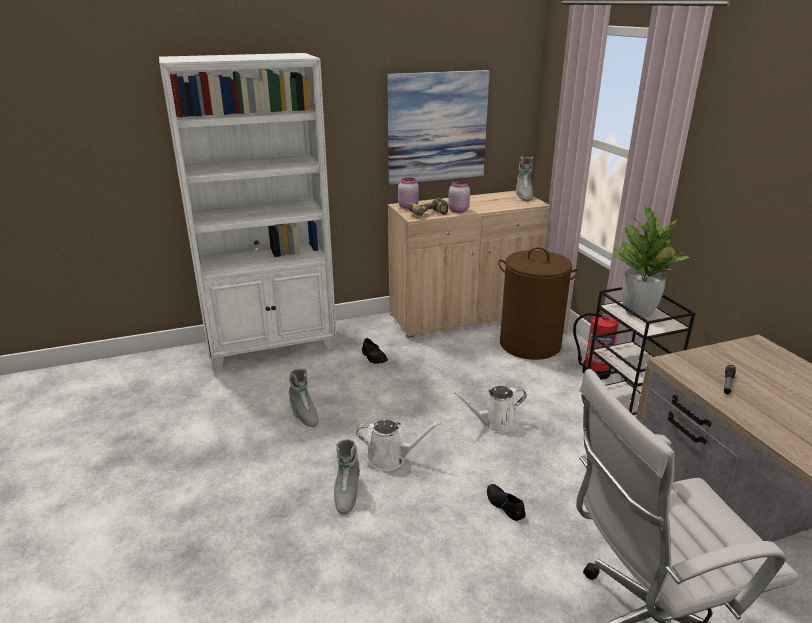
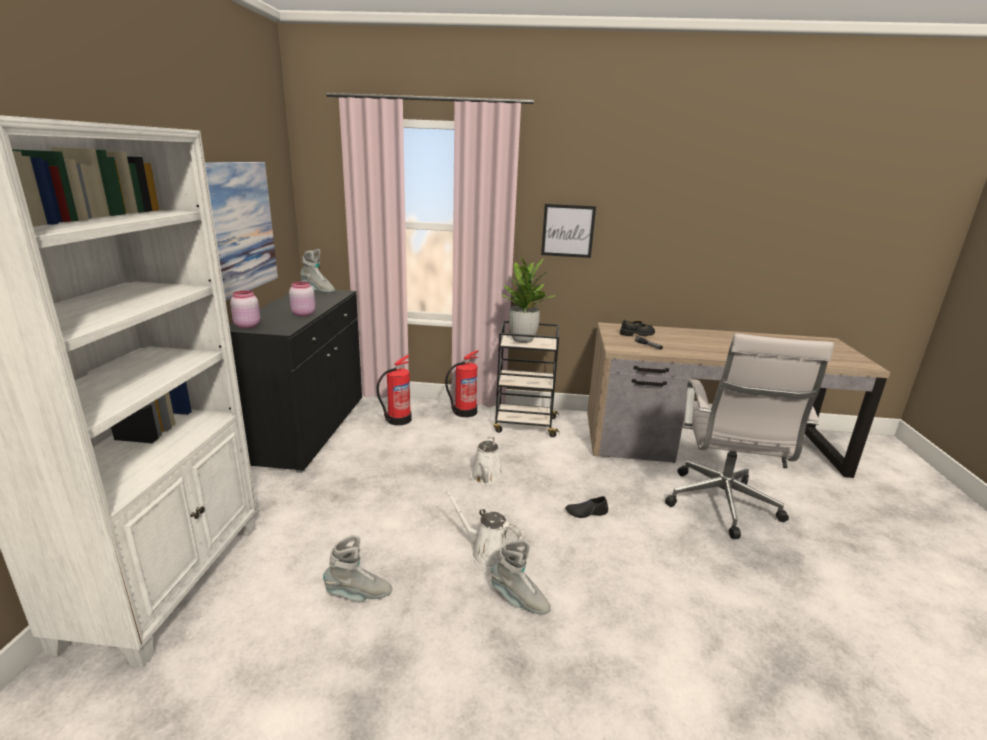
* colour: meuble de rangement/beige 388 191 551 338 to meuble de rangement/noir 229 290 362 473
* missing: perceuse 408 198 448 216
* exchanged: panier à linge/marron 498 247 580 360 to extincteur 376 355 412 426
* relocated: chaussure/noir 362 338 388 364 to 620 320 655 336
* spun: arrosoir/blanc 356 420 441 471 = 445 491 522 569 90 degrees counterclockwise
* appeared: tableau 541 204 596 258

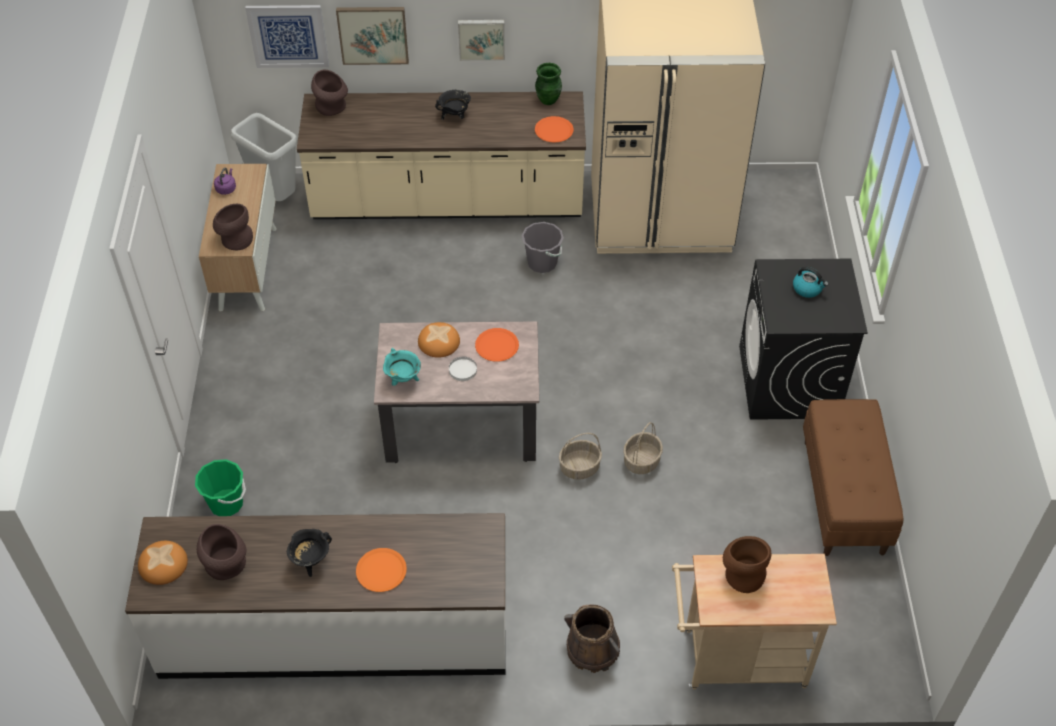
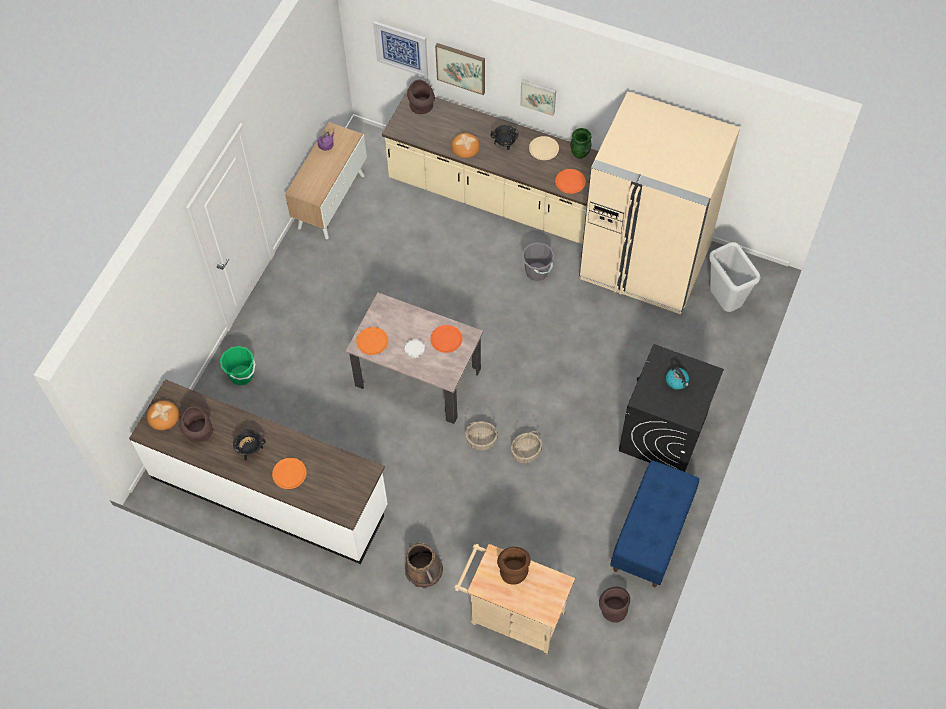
* relocated: poubelle/gris 230 113 298 201 to 709 242 761 312
* relocated: vase/marron 213 204 253 250 to 599 587 630 623
* relocated: pain 418 322 460 358 to 451 133 480 158
* exchanged: marmite/turquoise 383 348 421 386 to assiette/orange 356 327 388 355
* colour: banc/marron 803 399 904 556 to banc/bleu 610 460 699 587
* appeared: assiette/beige 529 136 559 160

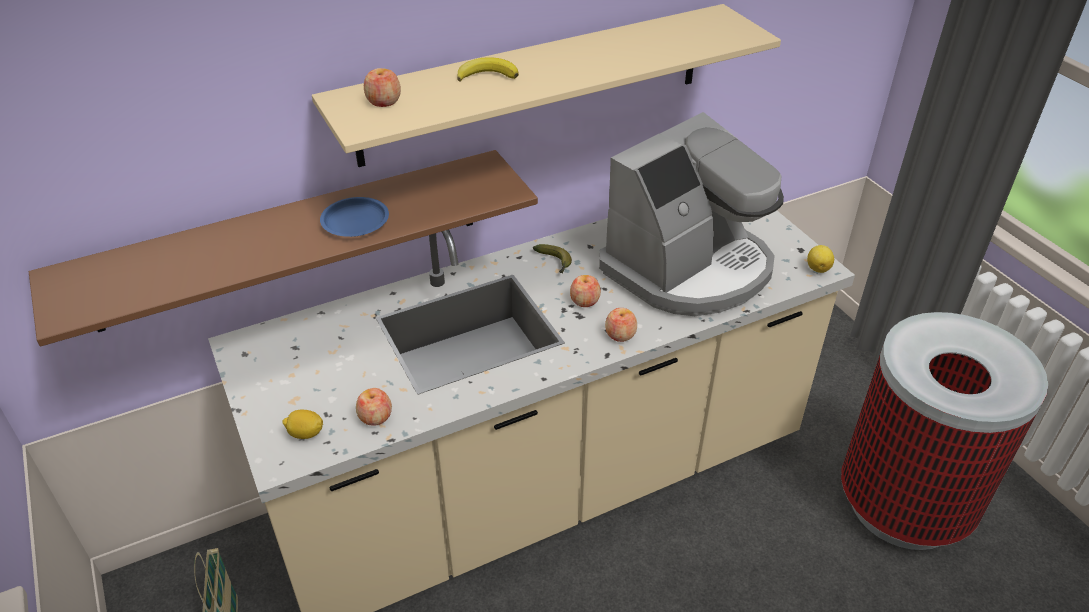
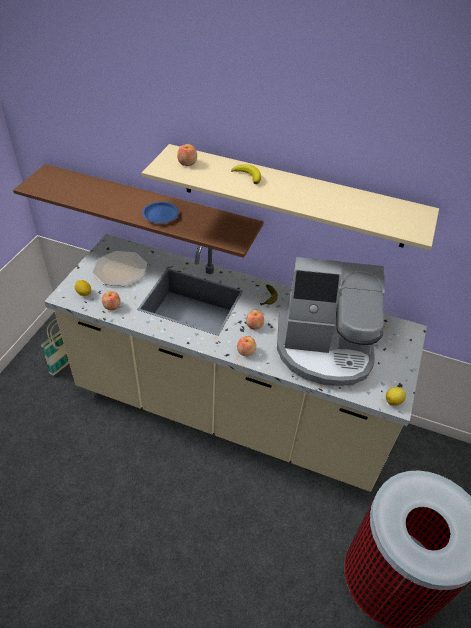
* appeared: assiette 93 251 147 286

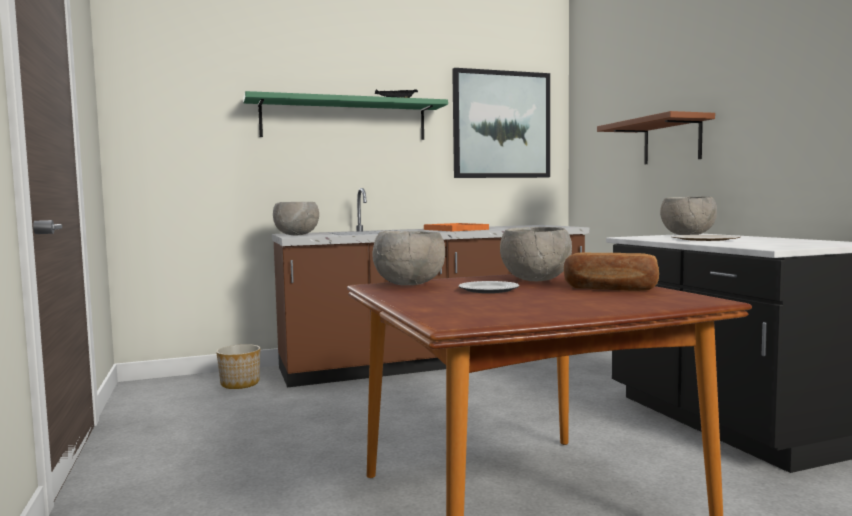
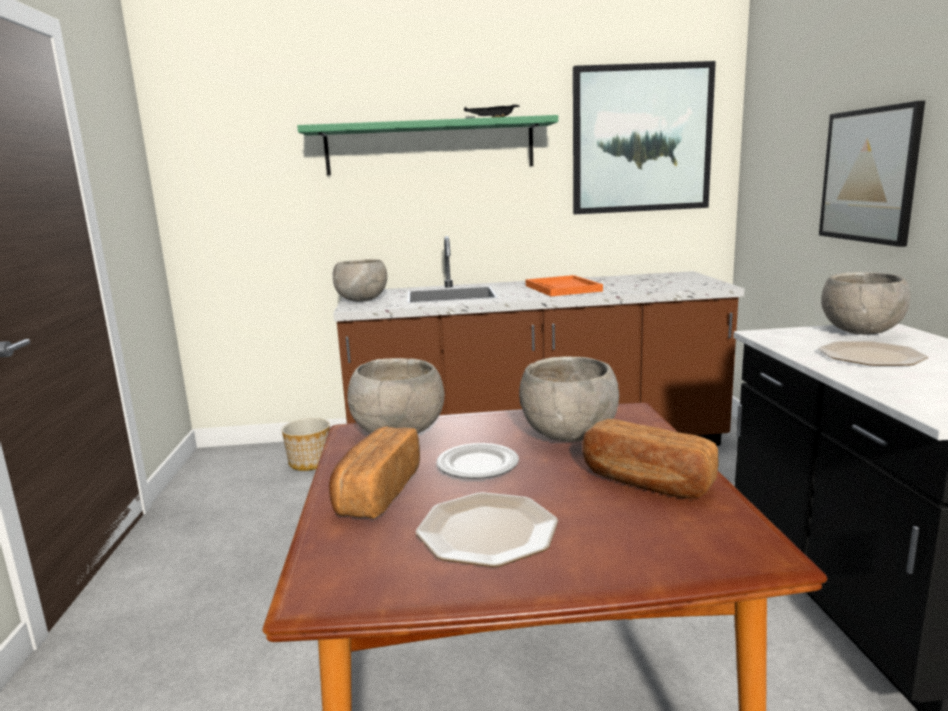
* exchanged: étagère/marron 597 111 715 164 to tableau 819 101 925 247
* appeared: pain 329 426 420 519
* appeared: assiette 416 492 558 567

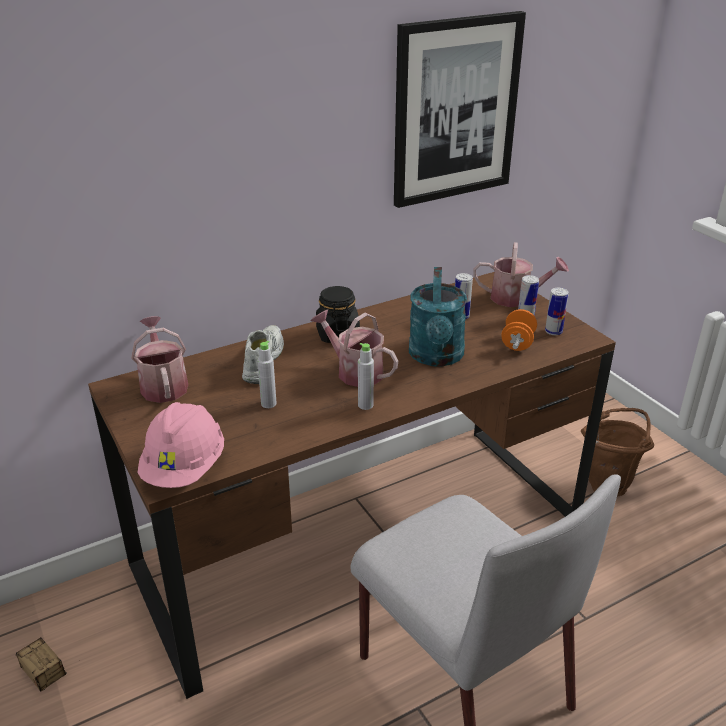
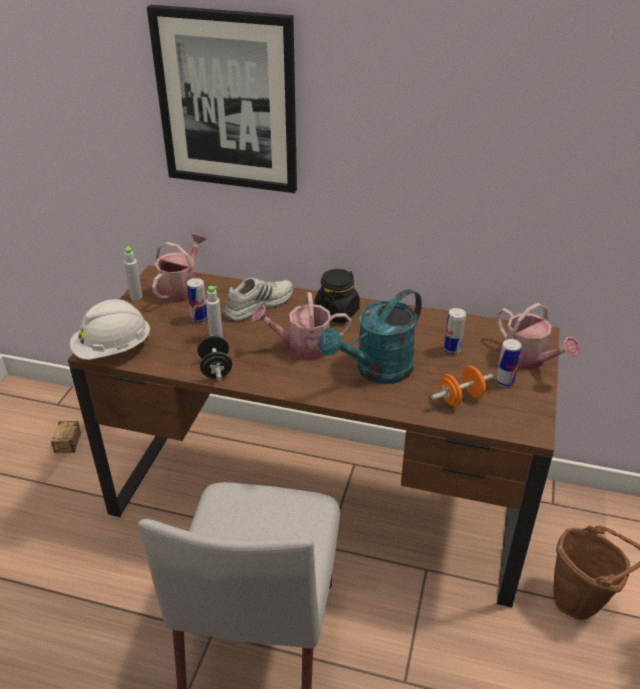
* relocated: tableau 394 11 526 208 to 147 5 297 193
* relocated: boîte métallique 545 288 569 335 to 187 278 208 323
* spun: arrosoir 311 310 398 387 = 251 292 352 360 90 degrees counterclockwise
* relocated: bouteille/gris 358 343 374 410 to 124 246 143 300
* colour: casque de chantier/rose 138 402 224 488 to casque de chantier/blanc 70 299 151 360
* appeared: haltère/noir 197 335 232 380

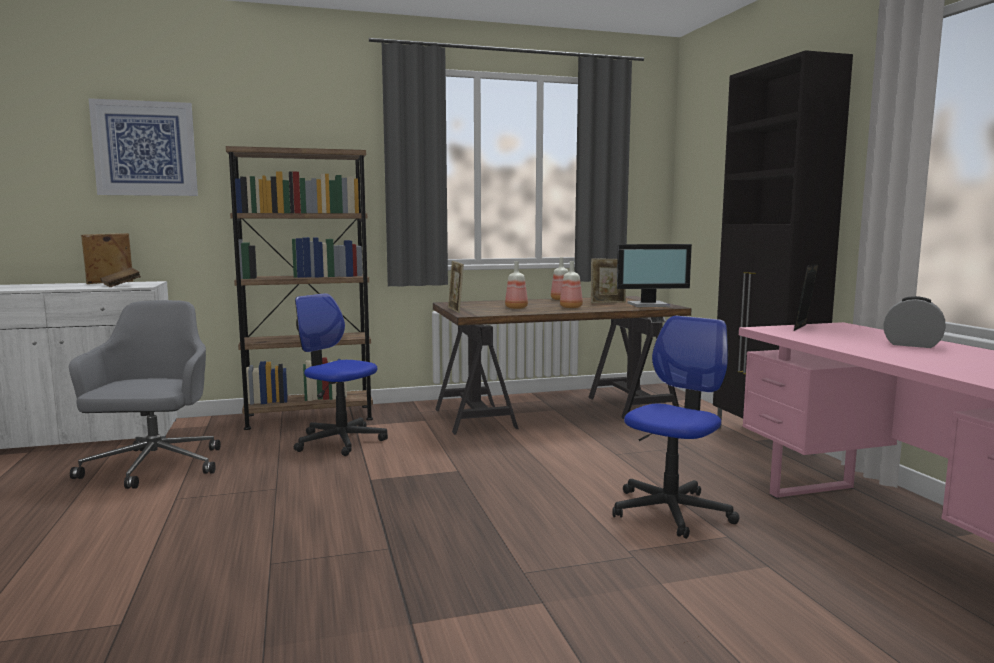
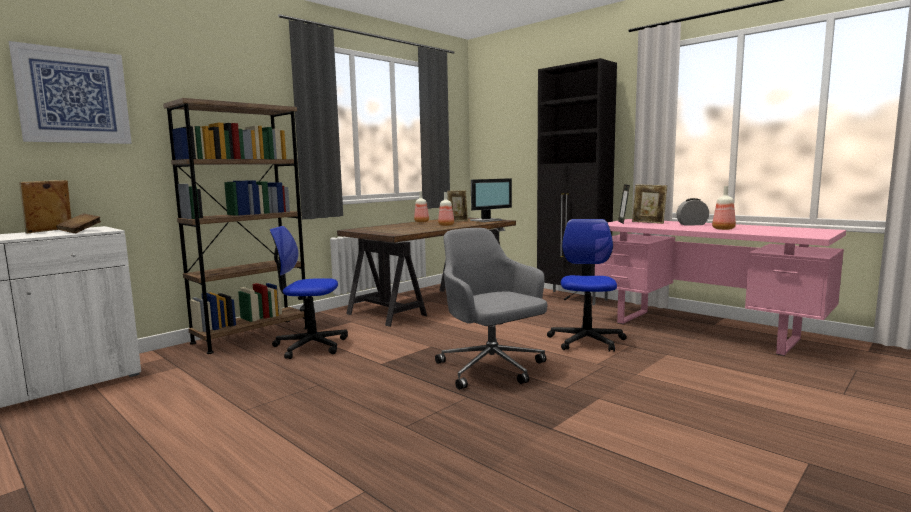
* relocated: cadre photo 448 261 464 313 to 632 184 667 224
* relocated: bouteille 505 261 528 309 to 712 186 736 230
* relocated: chaise de bureau/gris 69 300 221 489 to 435 228 547 390

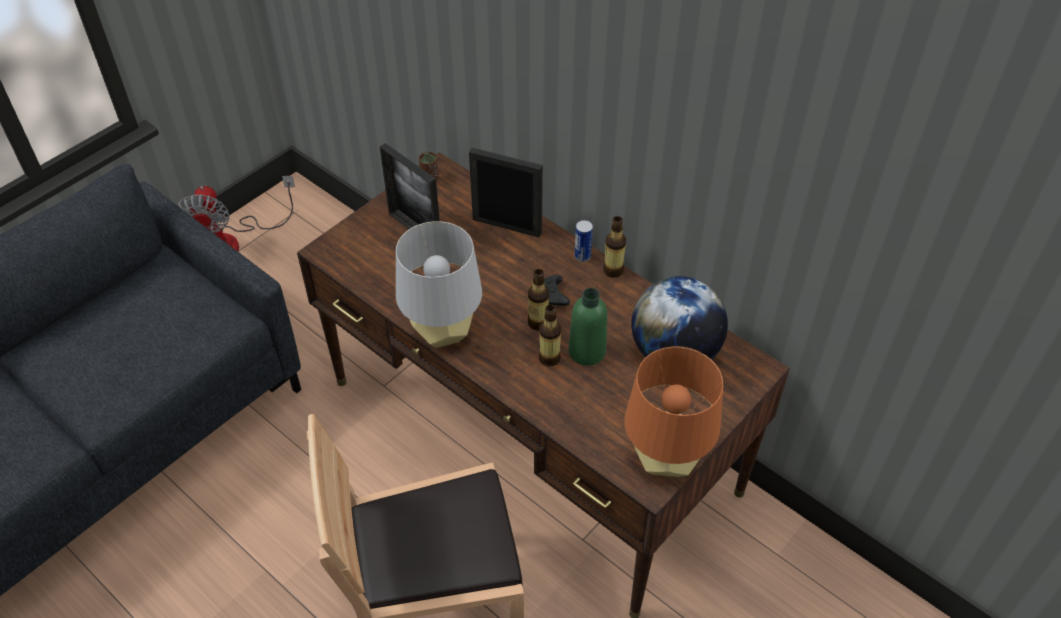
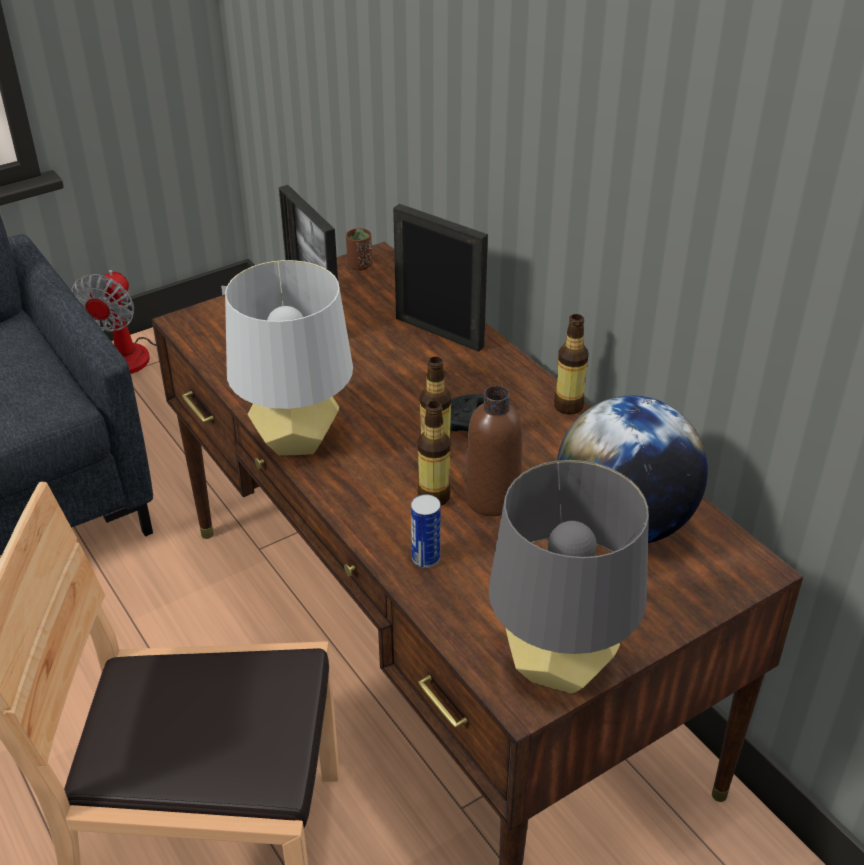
* relocated: boîte métallique 575 220 593 262 to 411 494 440 568
* colour: bouteille/vert 569 288 607 366 to bouteille/marron 464 386 522 516
* colour: lampe de table/orange 624 346 723 477 to lampe de table/gris 489 460 649 694

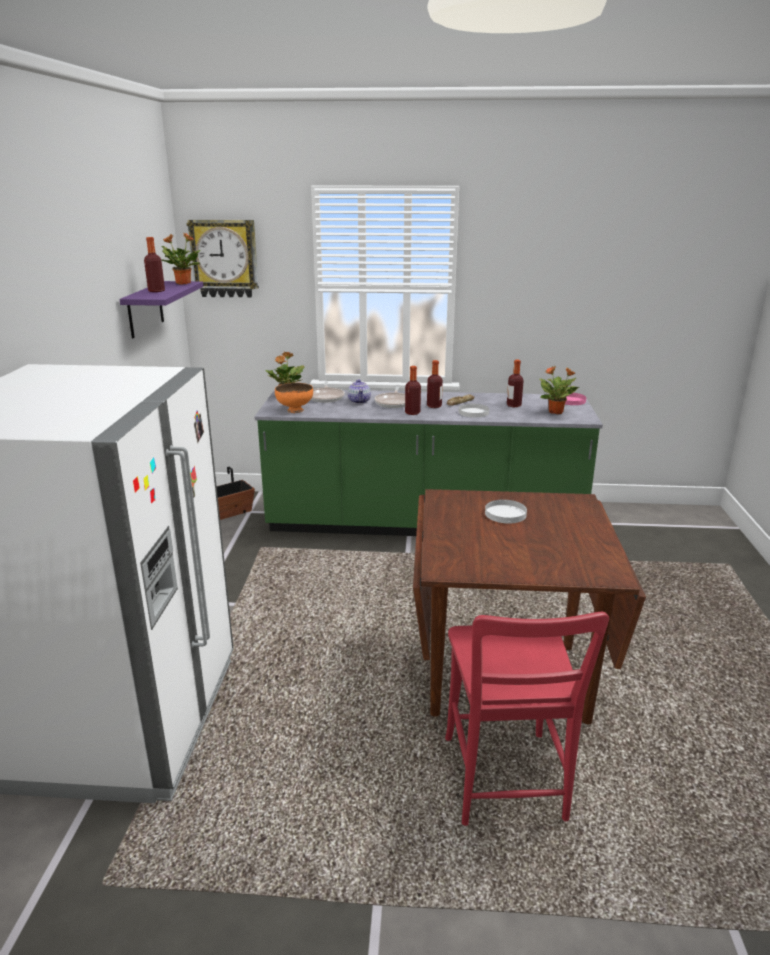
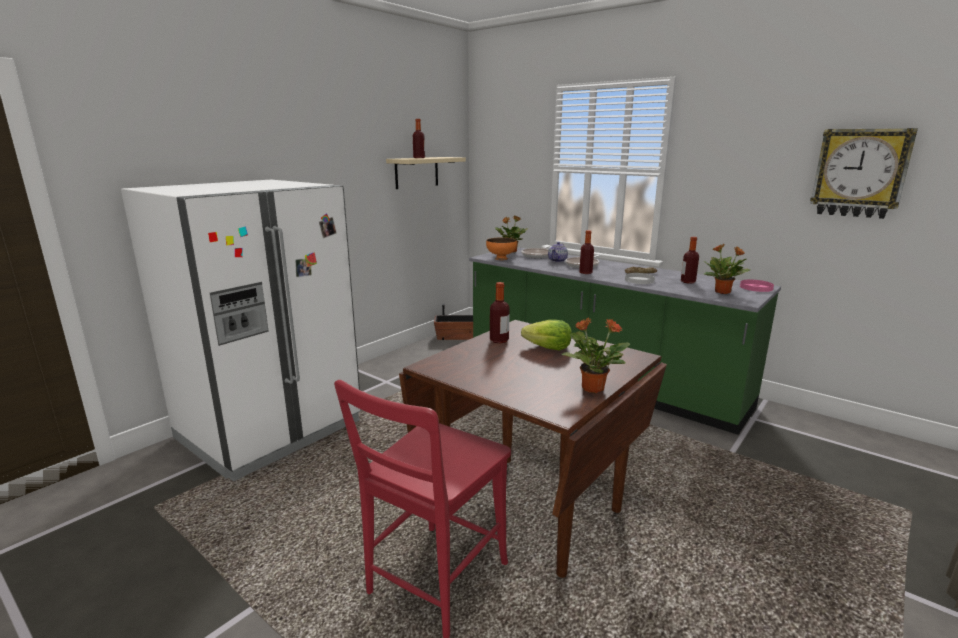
* relocated: horloge murale 187 220 259 298 to 810 128 918 219
* relocated: plante en pot 161 233 201 284 to 562 318 630 393
* colour: étagère/violet 119 281 203 339 to étagère/beige 386 157 466 189
* relocated: bouteille 427 360 443 408 to 490 282 510 343
* exchanged: assiette/blanc 485 499 527 524 to laitue 521 320 572 351

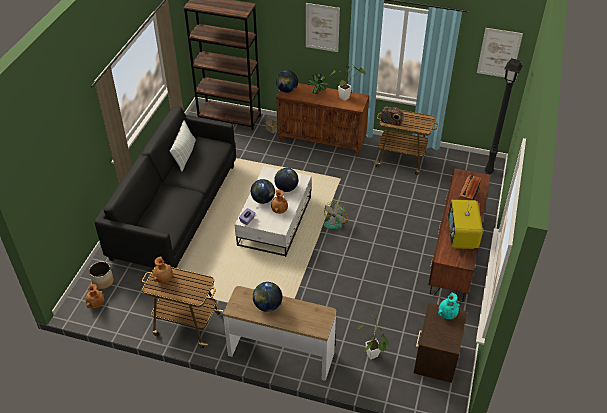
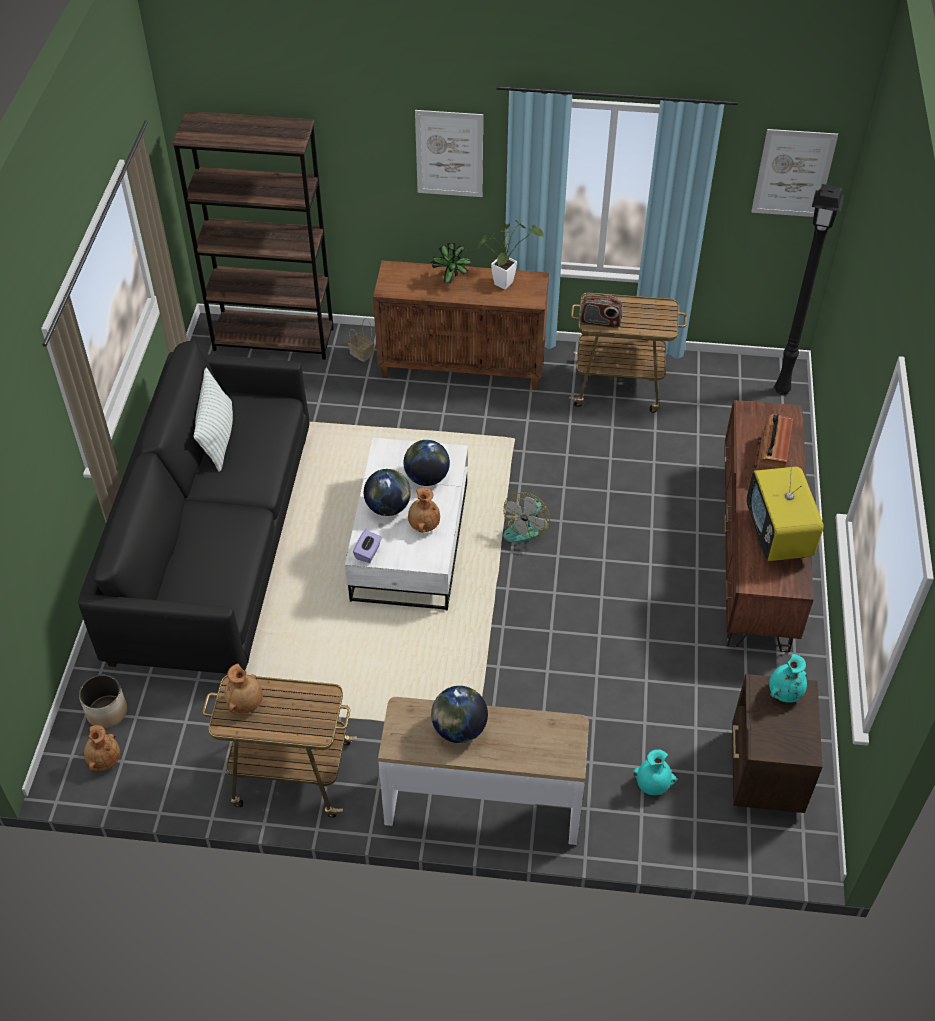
* missing: globe 276 70 298 93
* exchanged: plante en pot 358 314 390 360 to vase/turquoise 633 749 676 795

